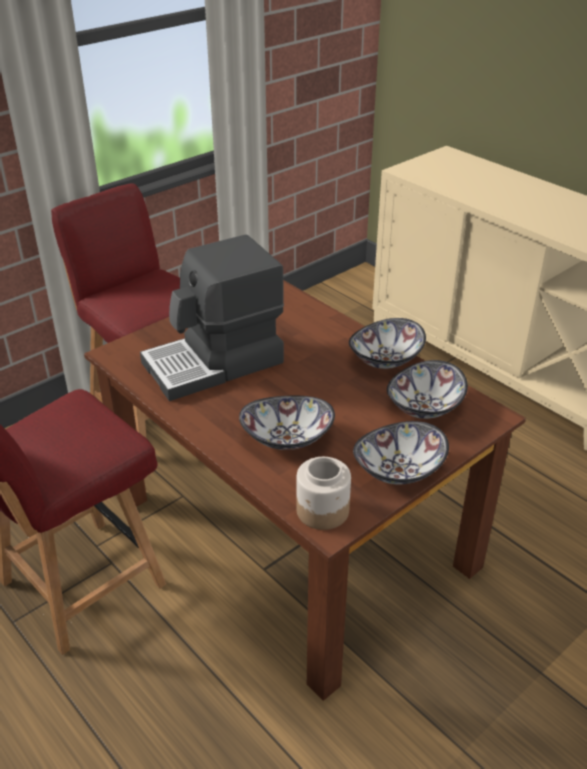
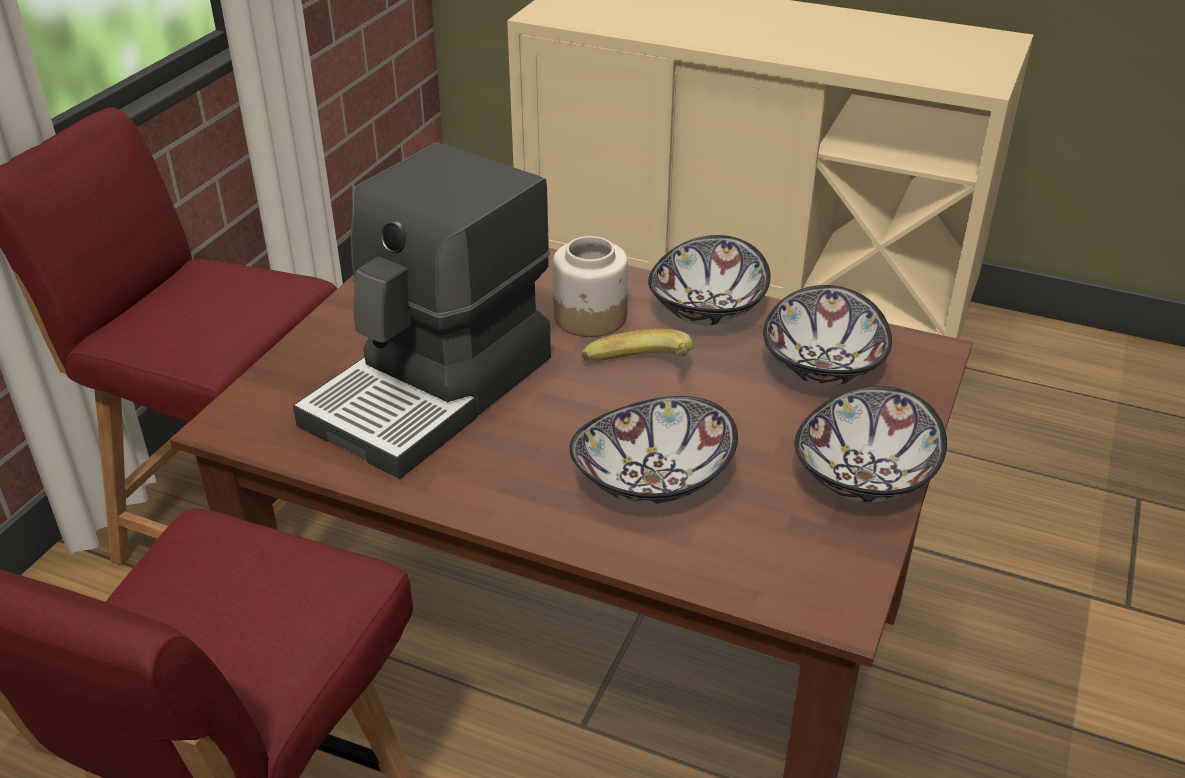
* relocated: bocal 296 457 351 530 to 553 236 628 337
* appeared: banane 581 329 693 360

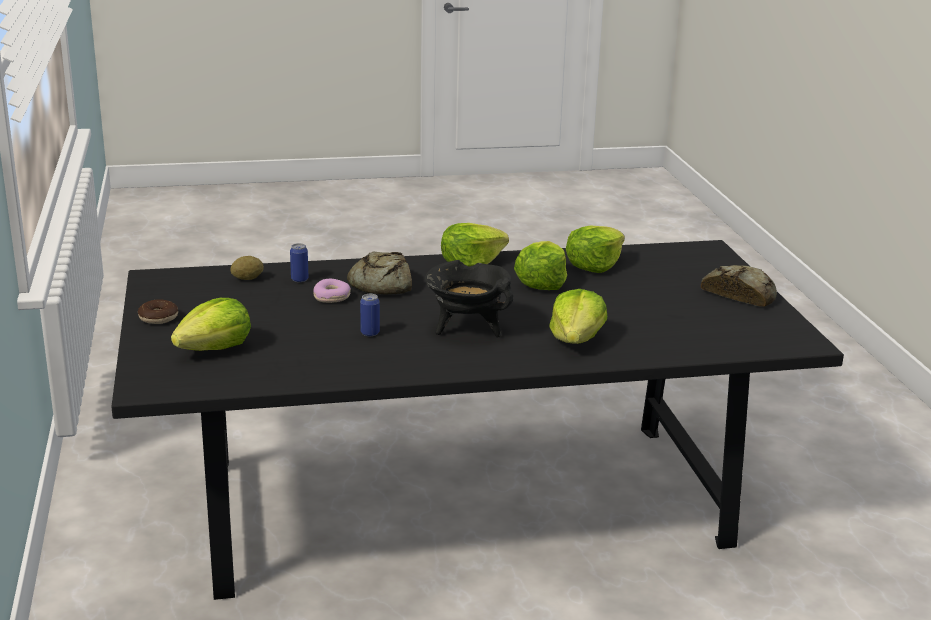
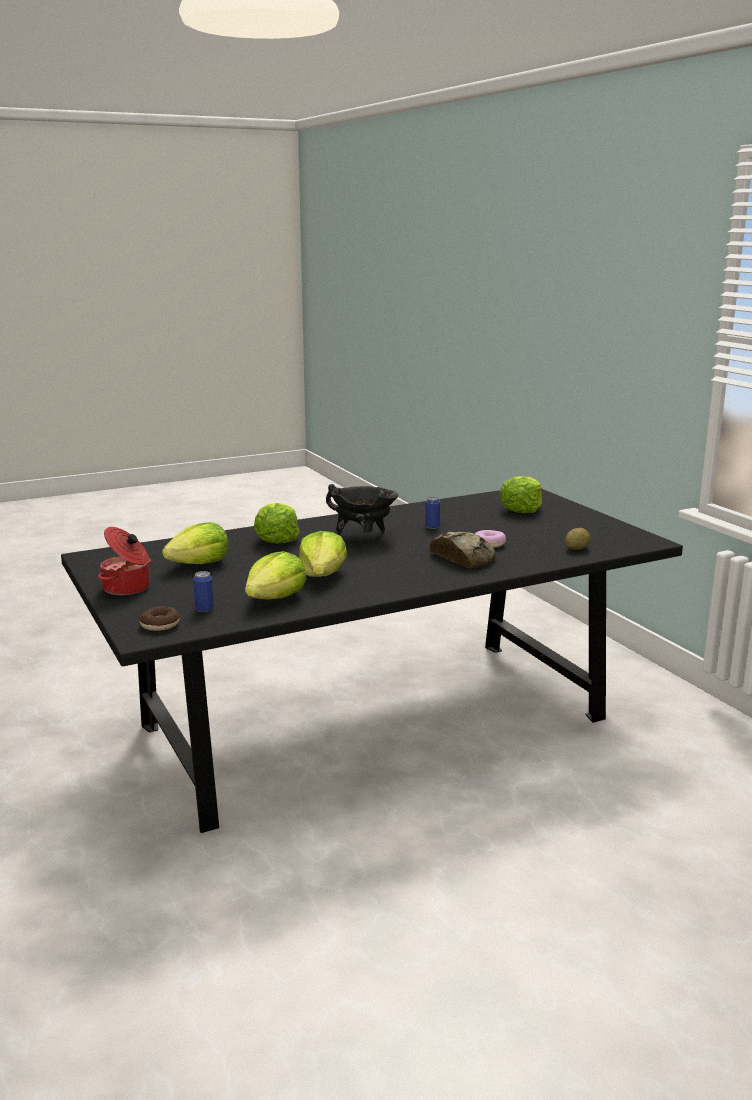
* relocated: laitue 441 223 509 267 to 162 522 229 564
* relocated: boîte métallique 290 243 309 282 to 193 571 214 612
* exchanged: pain 701 265 777 307 to marmite 98 527 151 596
* relocated: beignet 138 299 178 324 to 139 607 180 631

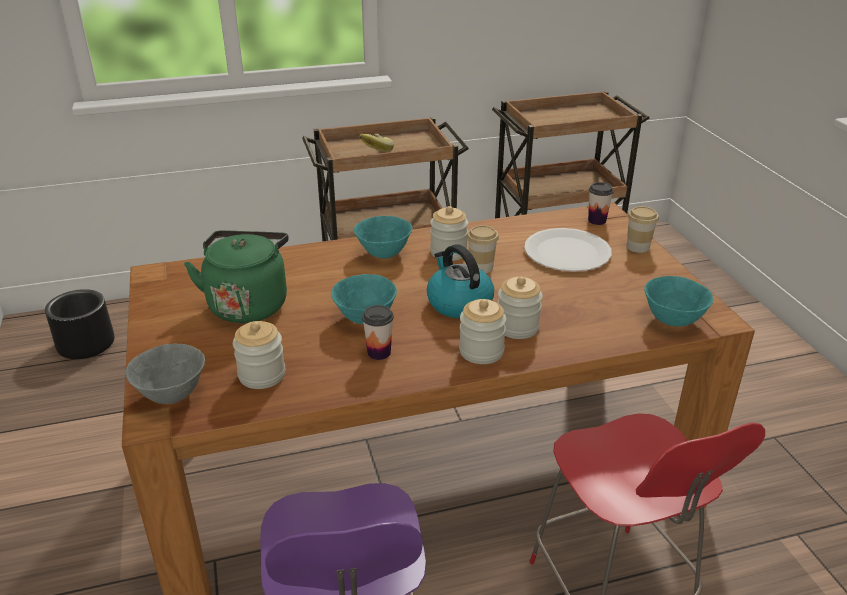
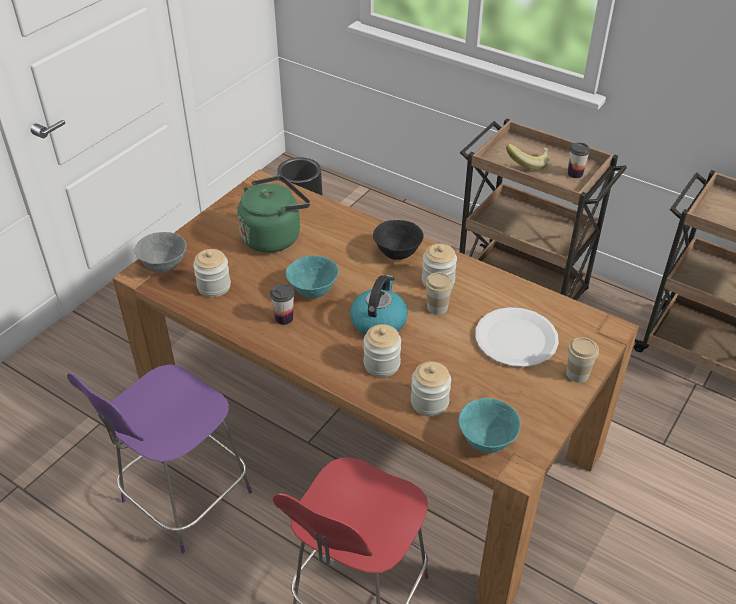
* relocated: tasse 588 182 614 225 to 568 142 590 178
* colour: bol/turquoise 354 216 413 258 to bol/noir 373 220 424 260
* relocated: bocal 459 299 507 364 to 411 361 451 416

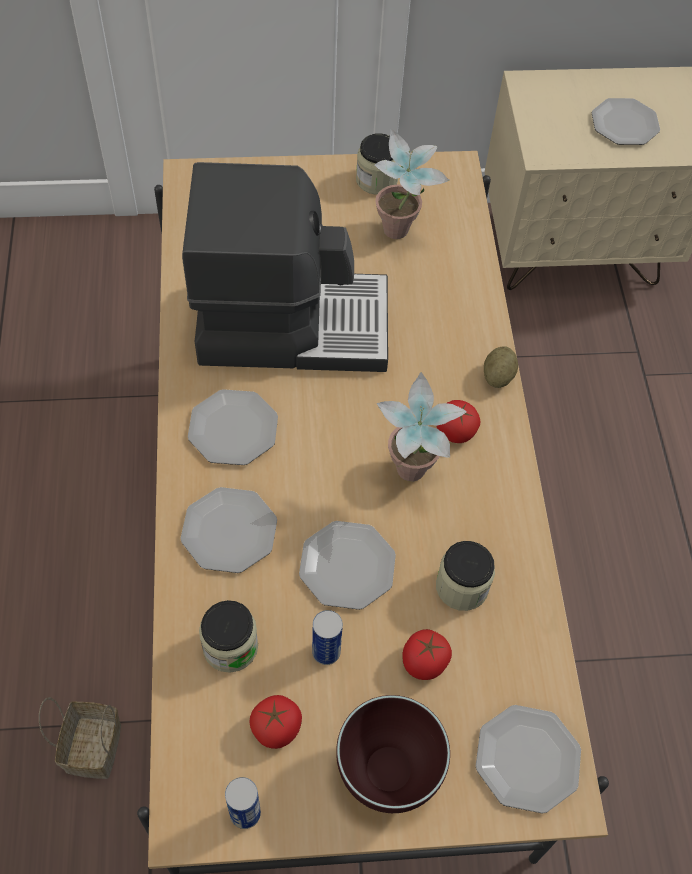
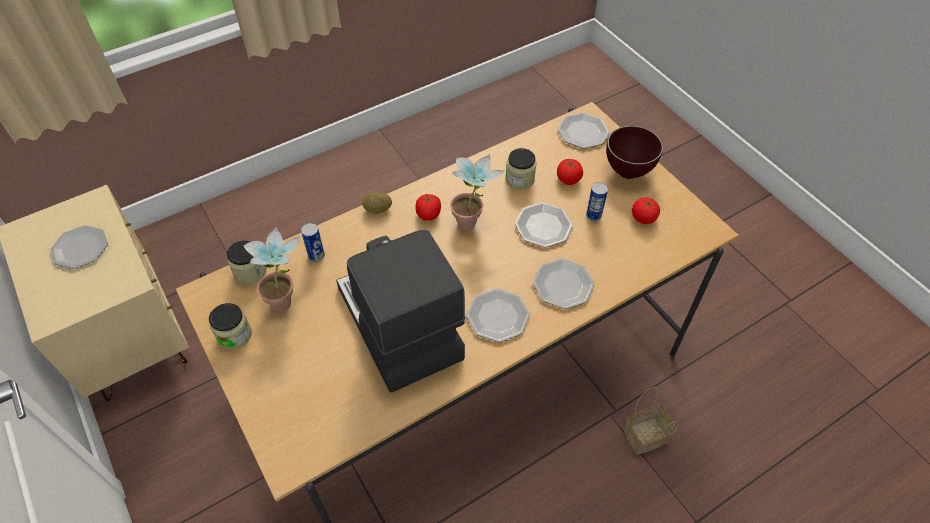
* relocated: bocal 199 600 258 673 to 227 240 267 285
* relocated: boîte métallique 225 777 261 829 to 301 223 325 262

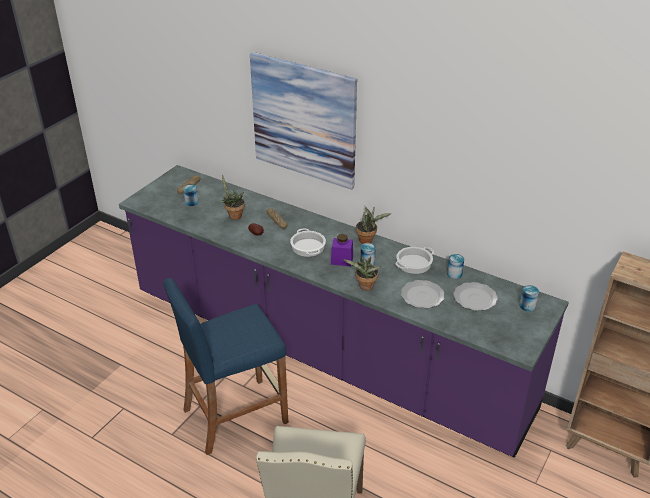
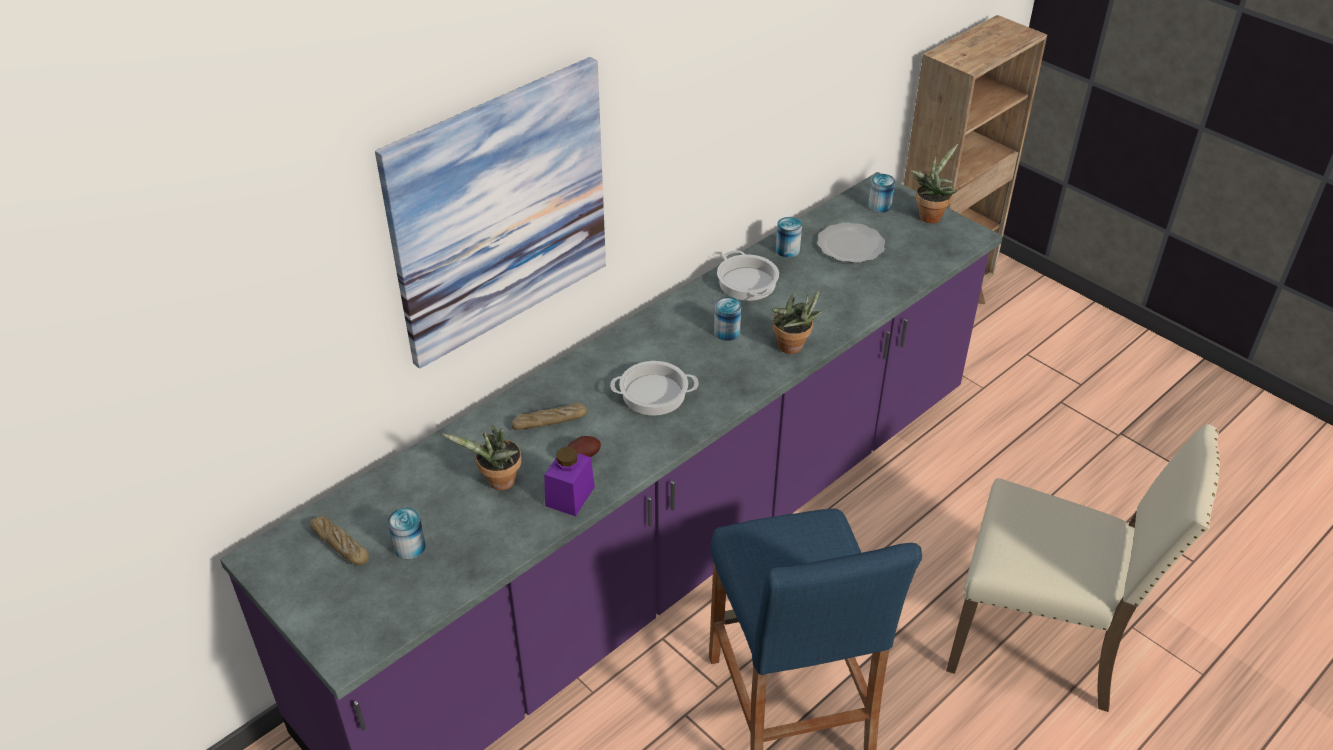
* relocated: plante en pot 356 205 391 244 to 910 144 958 223
* relocated: bocal/violet 331 234 353 266 to 544 447 595 516
* missing: assiette 401 280 444 309

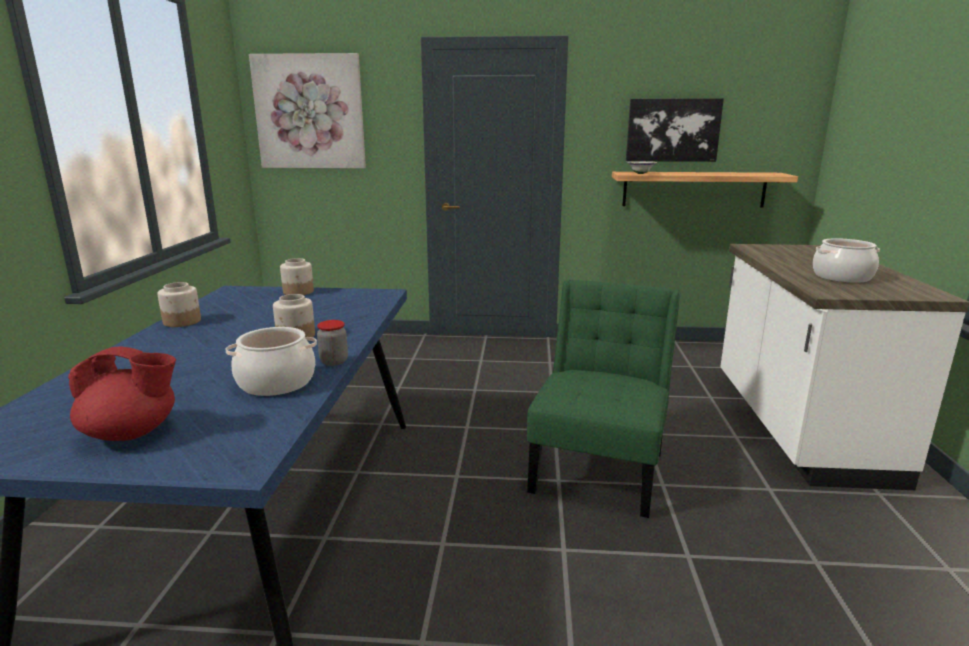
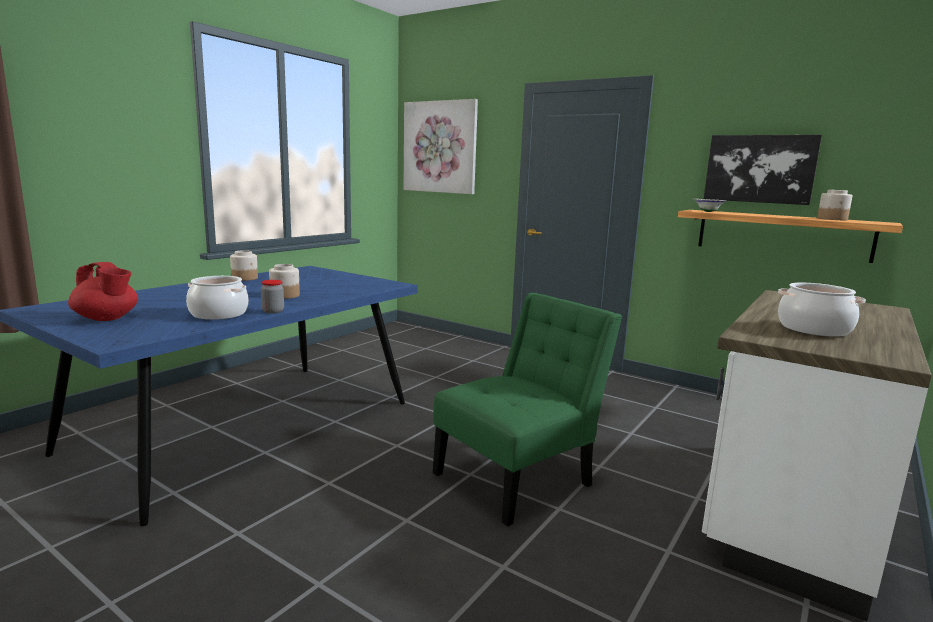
* relocated: bocal 280 258 314 295 to 817 190 853 220

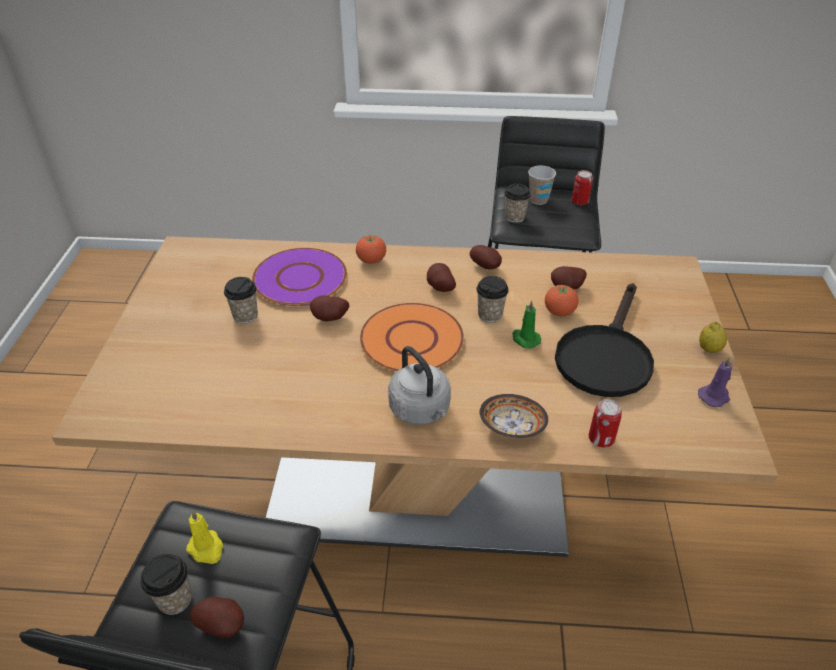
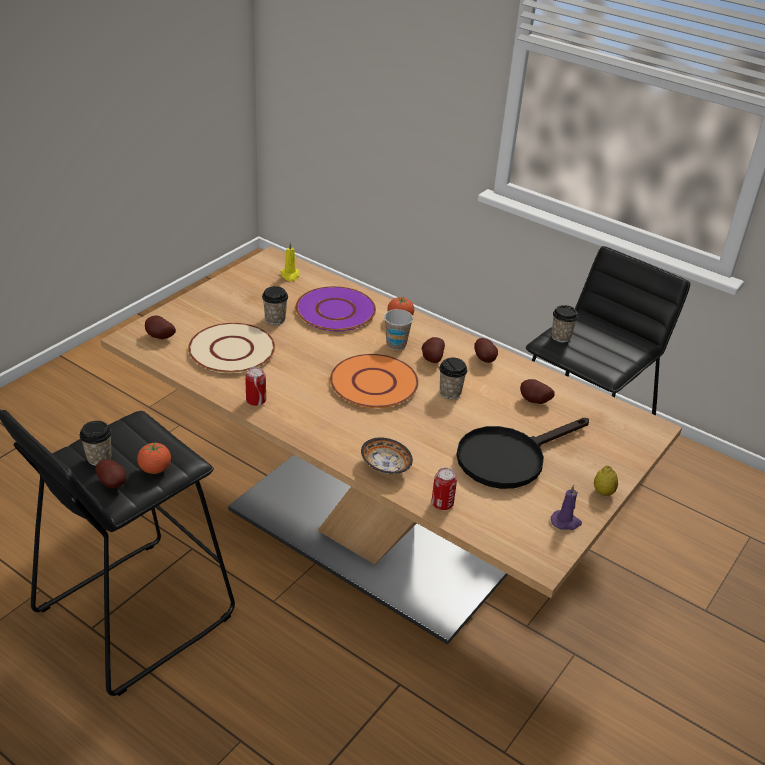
* relocated: tasse 528 166 556 205 to 384 309 413 350
* relocated: boîte métallique 572 170 593 205 to 245 367 266 406
* relocated: tomate 545 285 579 316 to 137 442 171 474
* relocated: pomme de terre 310 296 349 322 to 145 316 176 339
* missing: bougie/vert 513 300 541 349
* missing: bouilloire/gris 388 346 451 425
* relocated: bougie/jaune 186 510 223 564 to 280 242 299 281
* appeared: assiette/beige 188 323 275 373

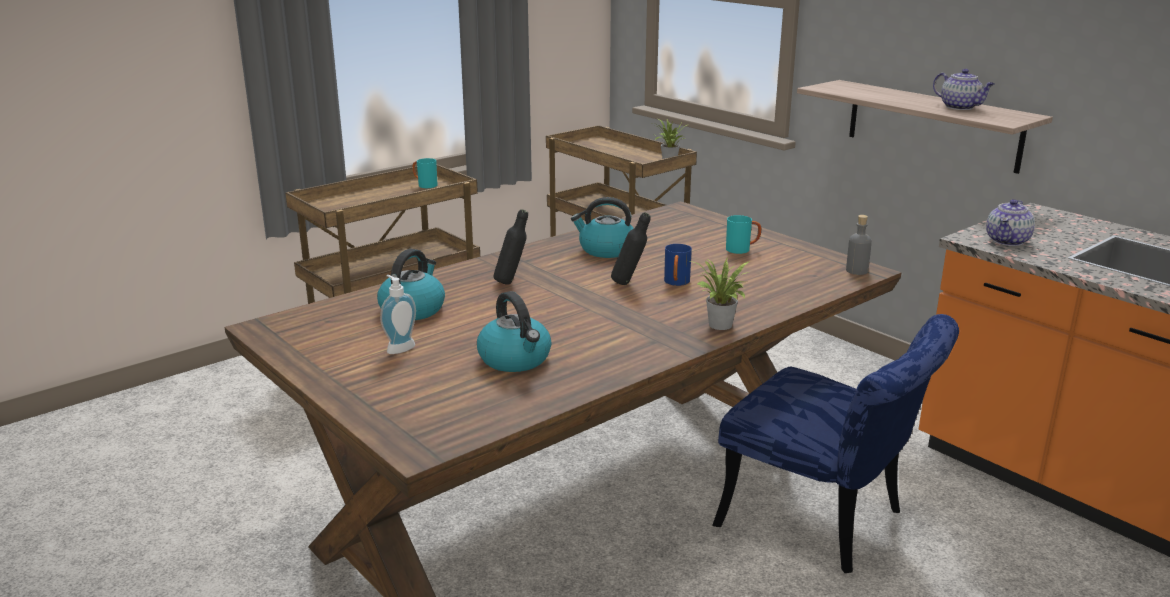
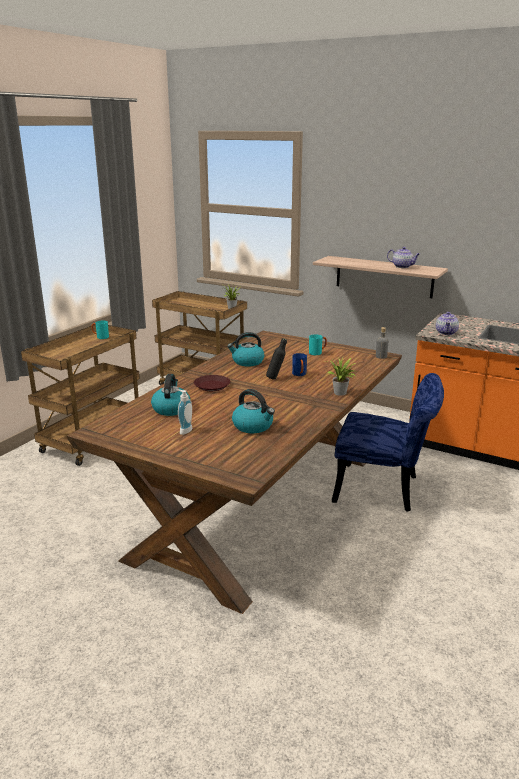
* exchanged: bouteille/noir 494 209 528 285 to assiette/marron 194 375 230 391

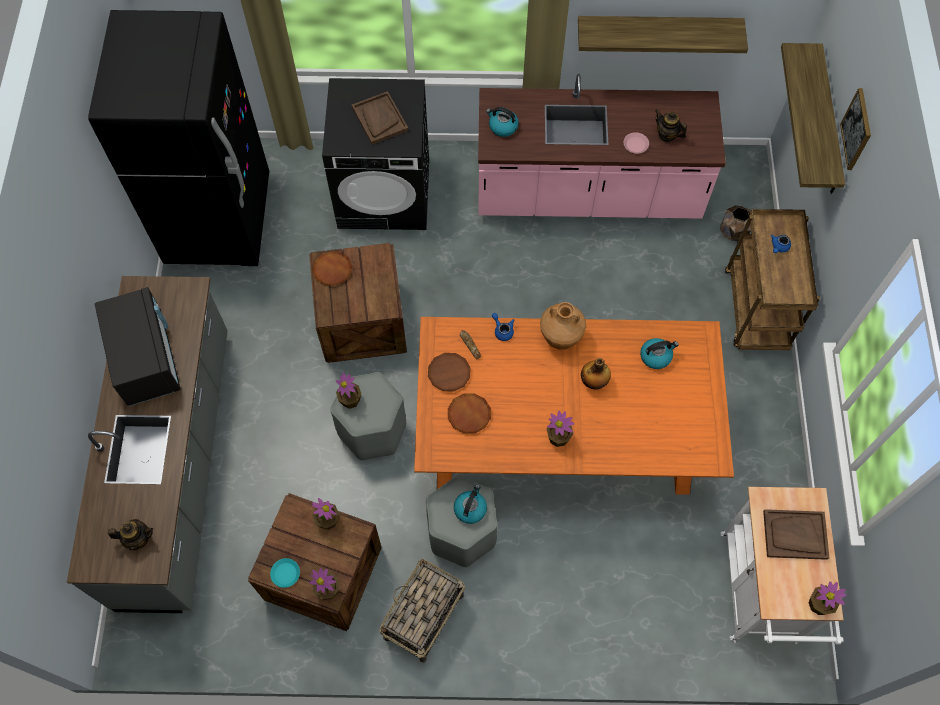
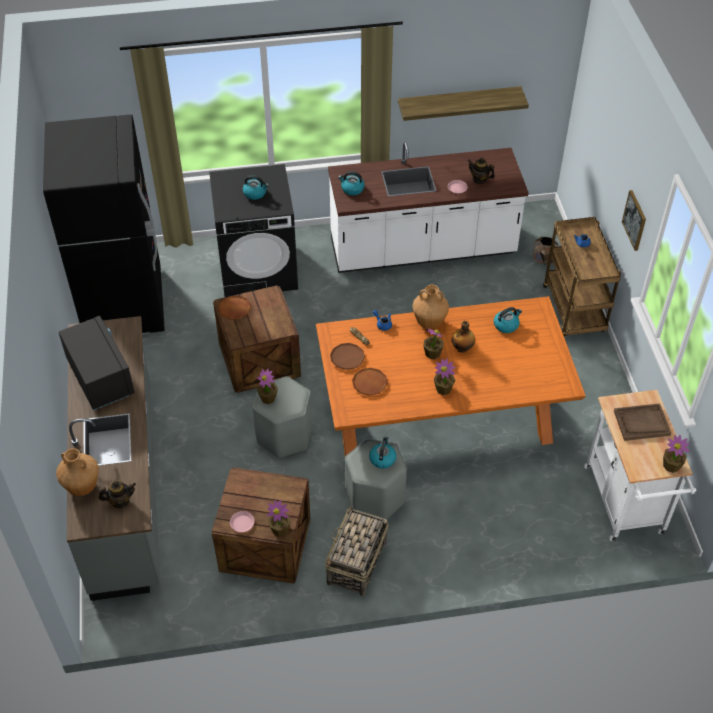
* missing: étagère 781 43 845 194
* colour: comptoir de cuisine/rose 478 74 726 219 to comptoir de cuisine/blanc 328 142 529 273
* relocated: tableau 840 88 871 170 to 622 190 646 251
* exchanged: plateau/marron 352 91 408 145 to bouilloire 243 175 269 200
* relocated: plante en pot 311 498 339 530 to 423 328 444 359
* colour: assiette/turquoise 270 558 300 588 to assiette/rose 230 511 255 532
* appeared: vase/marron 56 448 99 496

